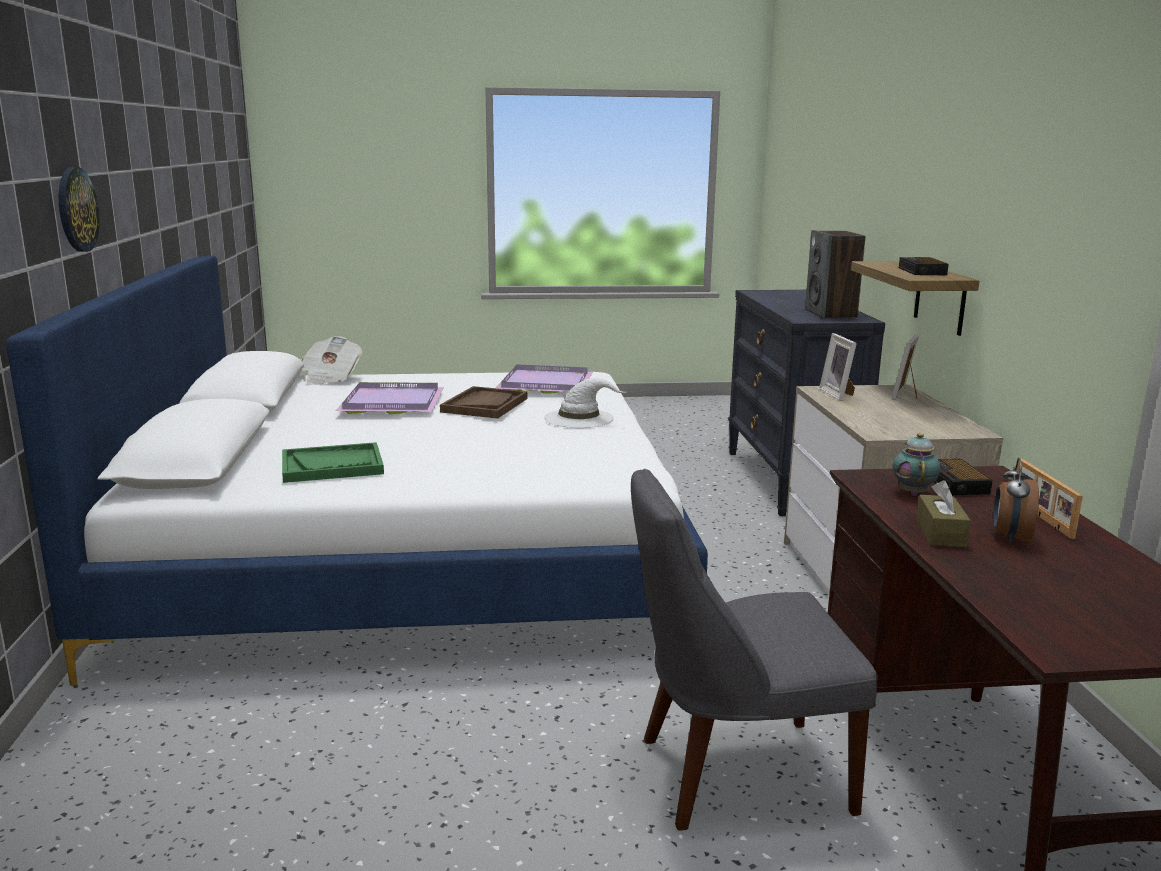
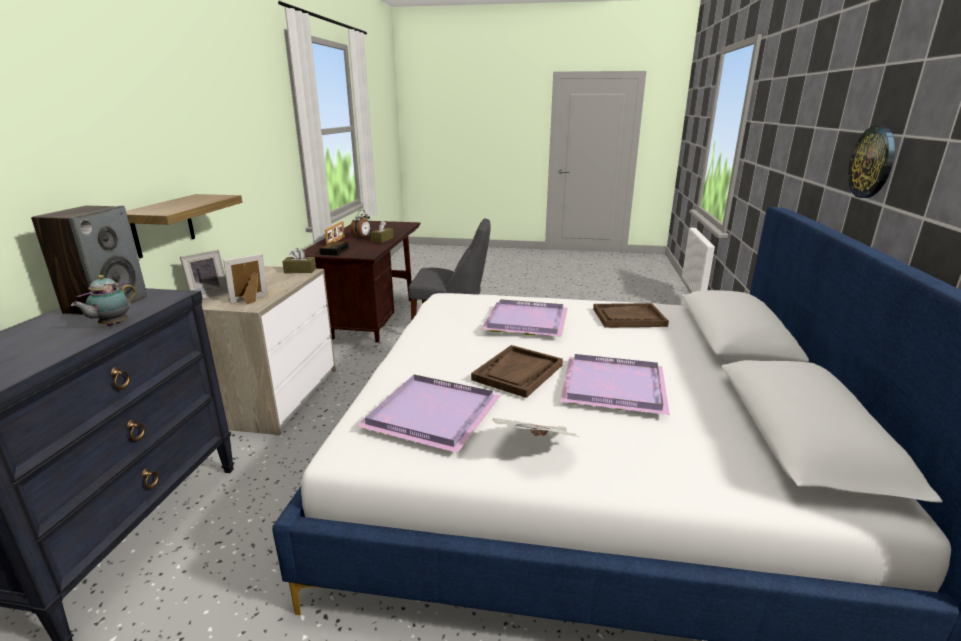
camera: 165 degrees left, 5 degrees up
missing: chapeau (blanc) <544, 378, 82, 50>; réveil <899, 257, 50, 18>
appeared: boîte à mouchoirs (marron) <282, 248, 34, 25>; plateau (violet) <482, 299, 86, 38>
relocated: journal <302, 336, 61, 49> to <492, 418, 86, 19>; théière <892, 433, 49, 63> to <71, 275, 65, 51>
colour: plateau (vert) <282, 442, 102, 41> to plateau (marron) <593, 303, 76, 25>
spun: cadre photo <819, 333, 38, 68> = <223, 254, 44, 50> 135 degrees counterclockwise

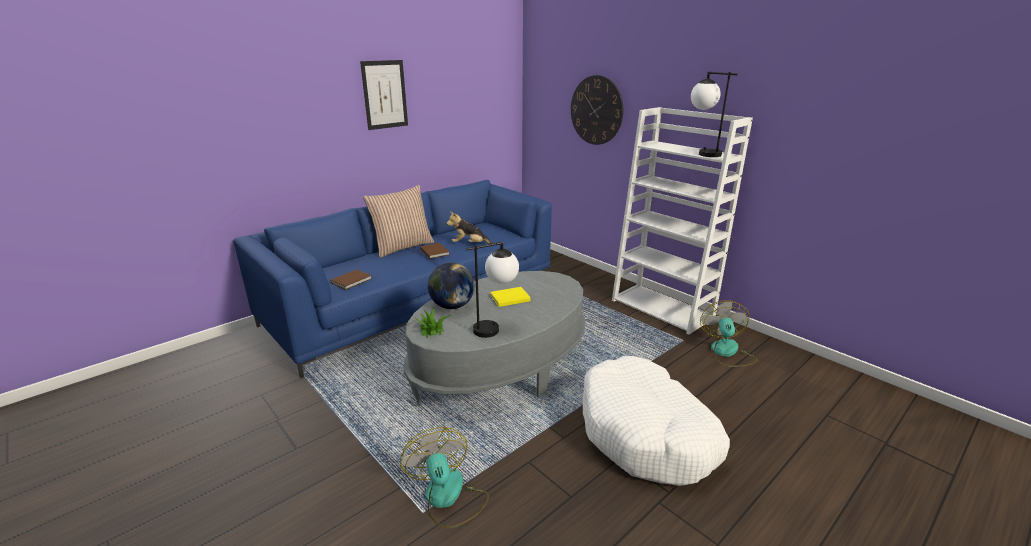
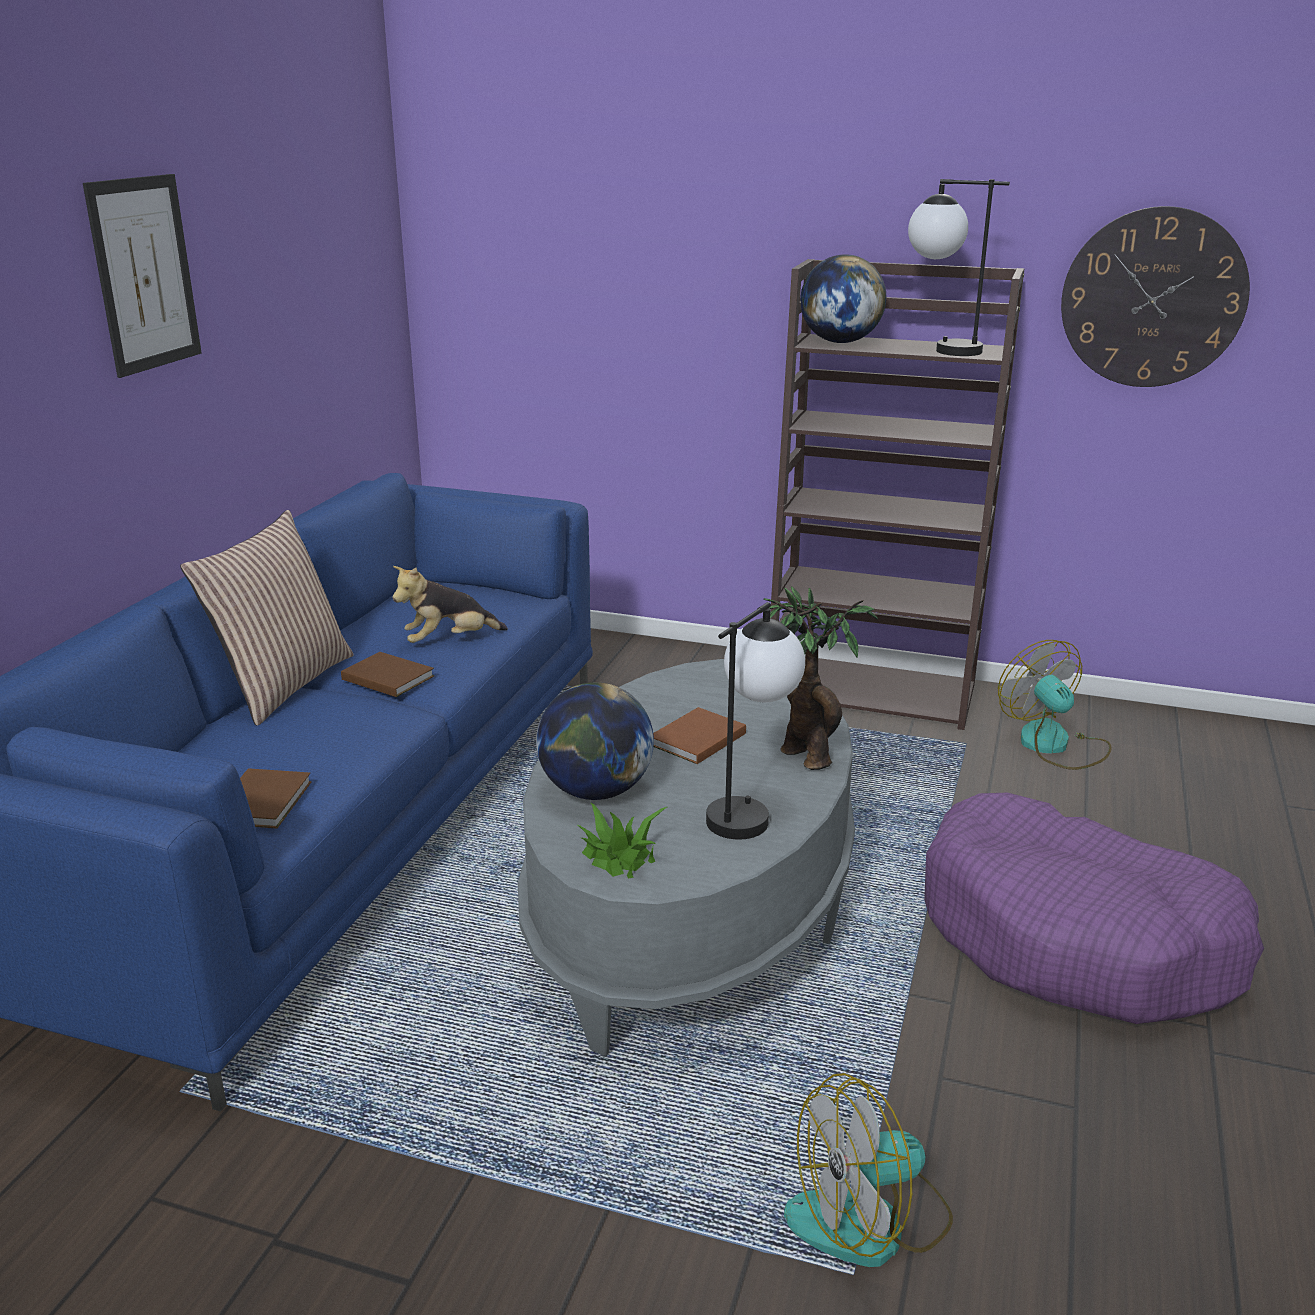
camera: 30 degrees left, 0 degrees up
appeared: plante en pot <763, 586, 115, 184>; globe <800, 254, 86, 89>
relocated: horloge murale <571, 75, 53, 70> to <1061, 206, 189, 181>
colour: livre (jaune) <490, 287, 41, 20> to livre (marron) <653, 707, 93, 57>; panier pour chien (blanc) <583, 356, 147, 130> to panier pour chien (violet) <924, 793, 340, 231>; bibliothèque (blanc) <612, 107, 141, 228> to bibliothèque (marron) <770, 259, 254, 471>
spun: ventilateur <400, 427, 89, 102> = <784, 1073, 169, 194> 60 degrees counterclockwise

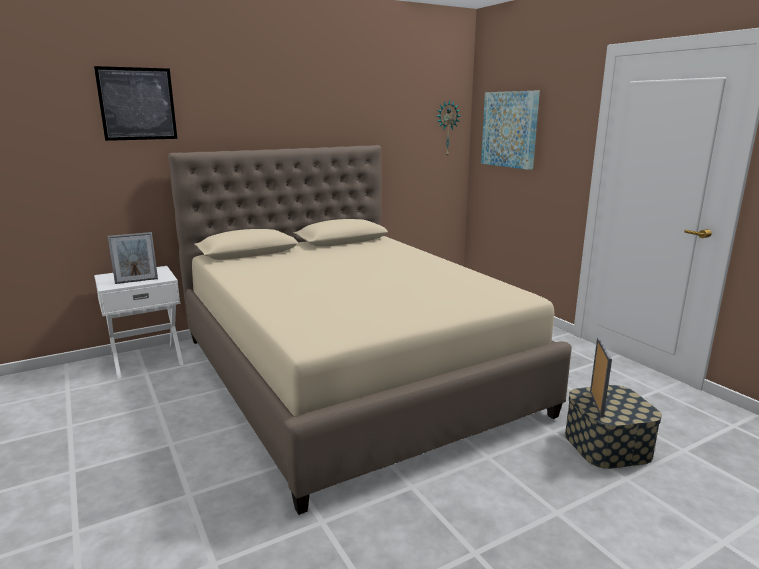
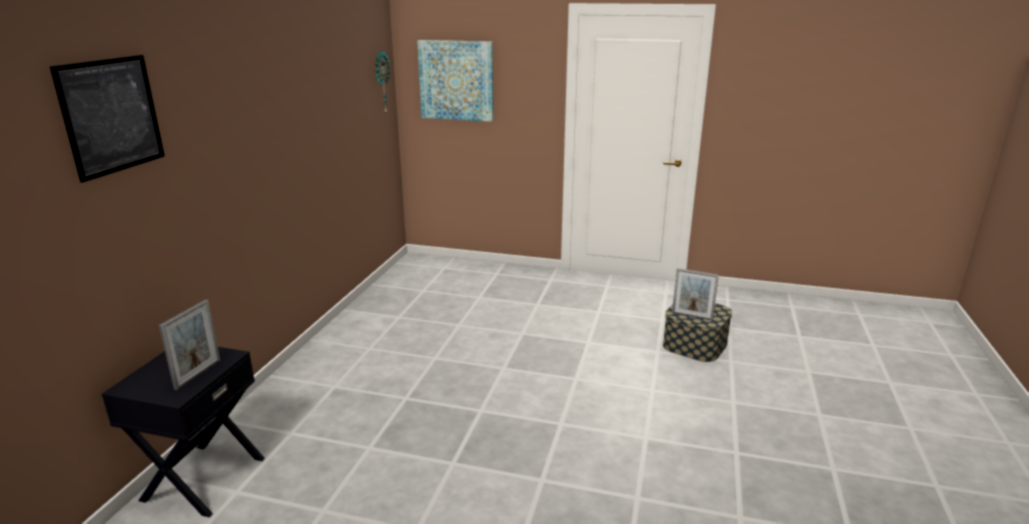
camera: 45 degrees left, 5 degrees up
missing: lit (beige) <168, 145, 404, 370>
colour: table de chevet (blanc) <94, 266, 90, 113> to table de chevet (noir) <102, 347, 163, 170>
spun: cadre photo <590, 337, 22, 80> = <672, 268, 47, 53> 150 degrees clockwise

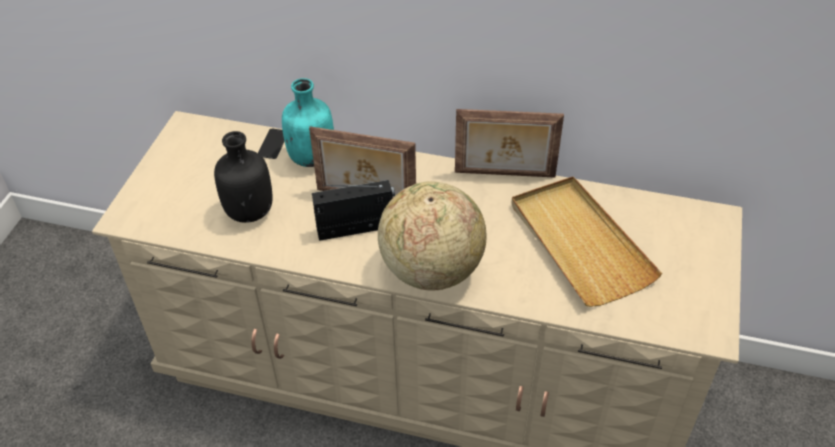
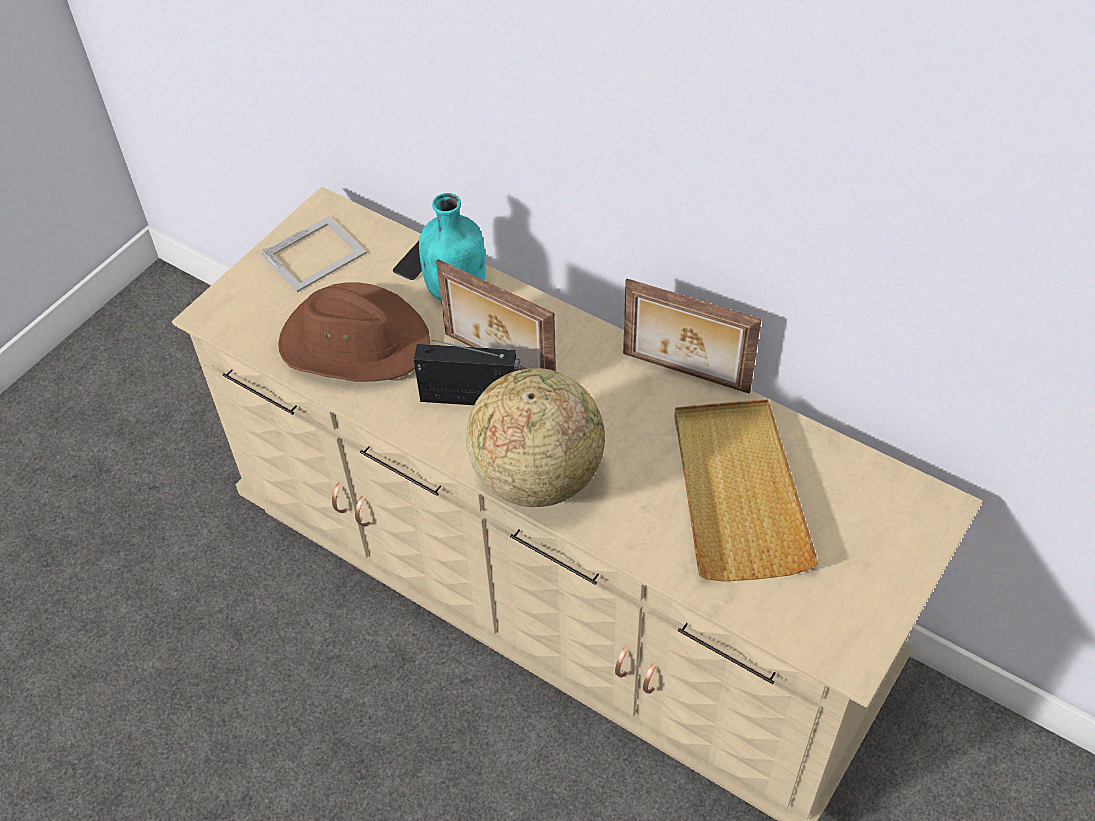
camera: 20 degrees right, 5 degrees up
appeared: cadre photo <261, 216, 106, 76>
exchanged: bouteille (noir) <214, 131, 59, 92> to chapeau (marron) <278, 283, 152, 99>

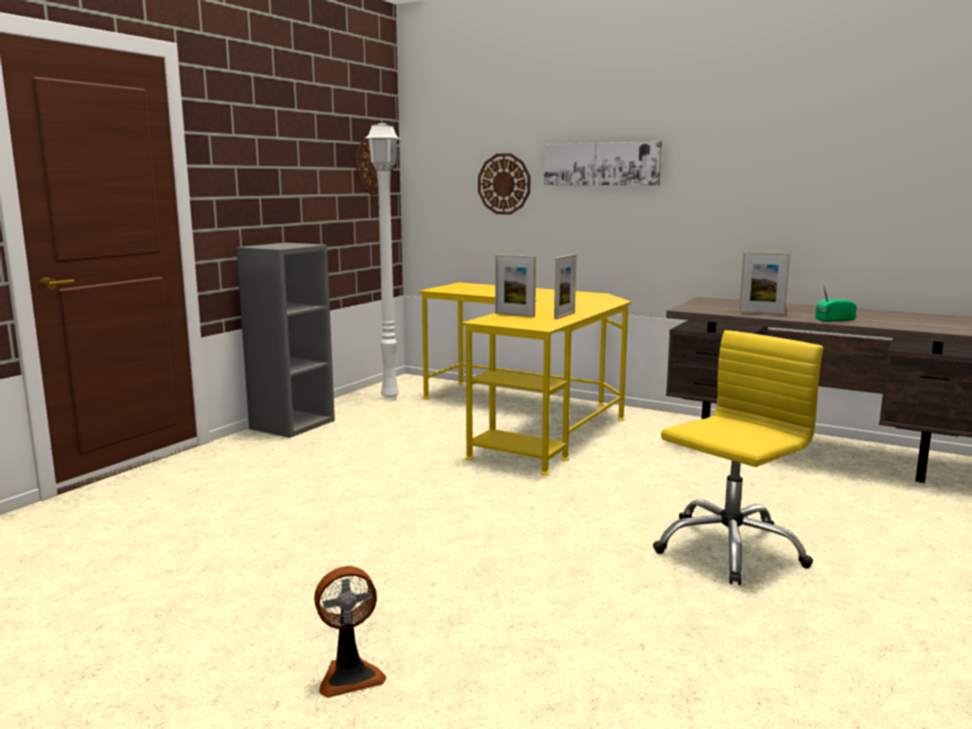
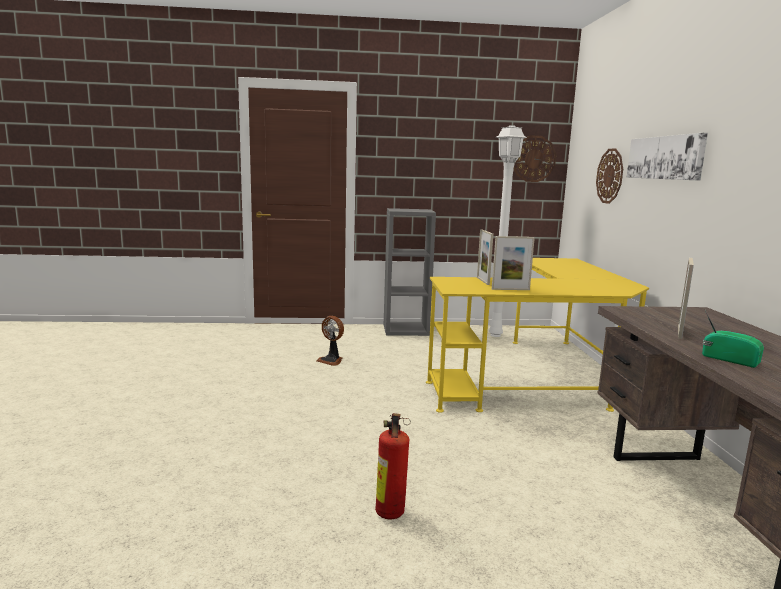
camera: 55 degrees right, 0 degrees up
relocated: ventilateur <314, 566, 72, 132> to <316, 316, 28, 50>
exchanged: chaise de bureau (jaune) <653, 330, 170, 255> to extincteur <375, 413, 36, 106>
spun: cadre photo <739, 252, 51, 62> = <678, 258, 16, 81> 135 degrees counterclockwise

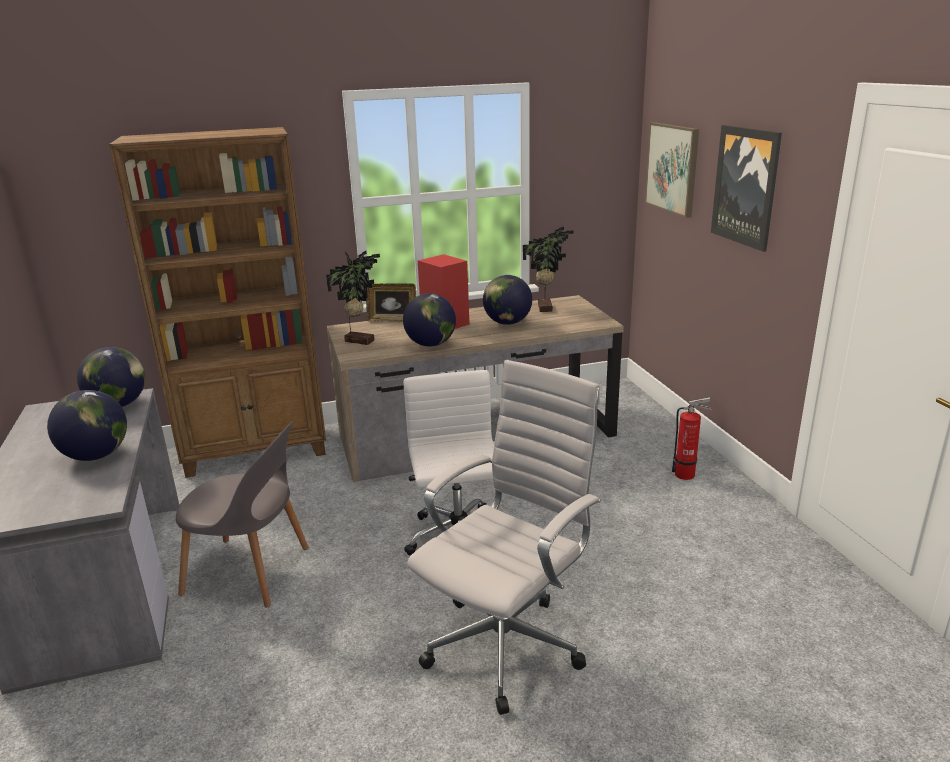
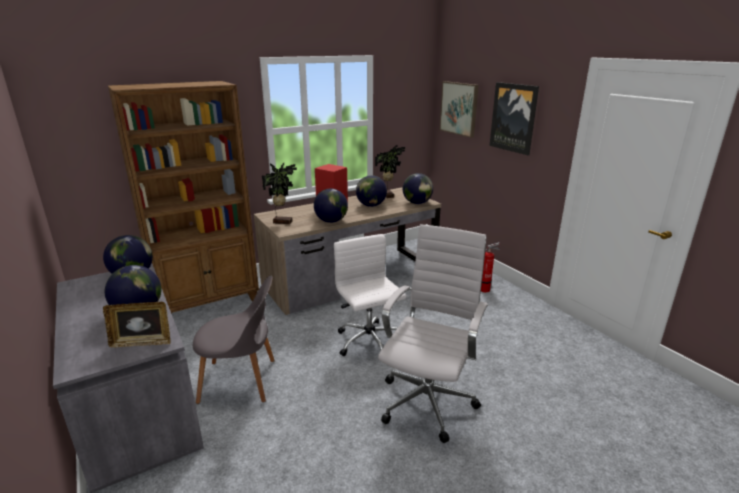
camera: 15 degrees left, 0 degrees up
appeared: globe <403, 173, 30, 31>
relocated: cadre photo <366, 283, 50, 40> to <103, 302, 67, 46>

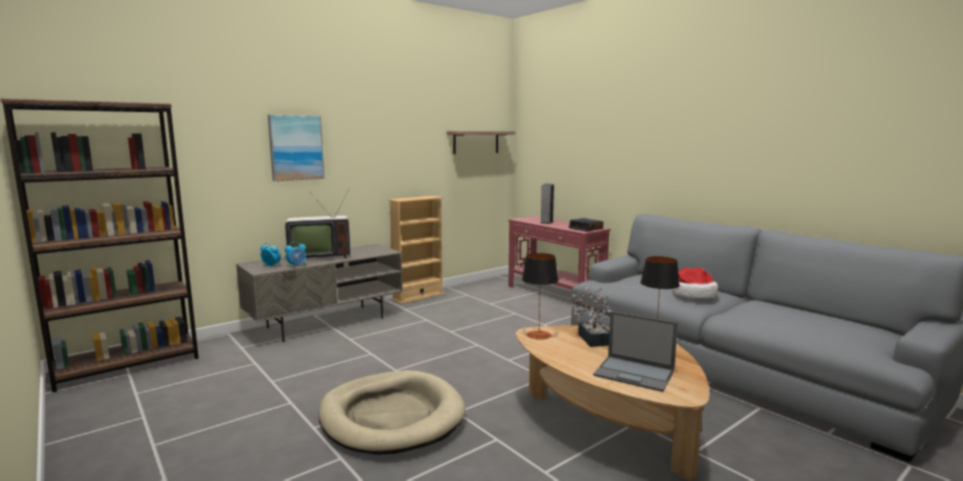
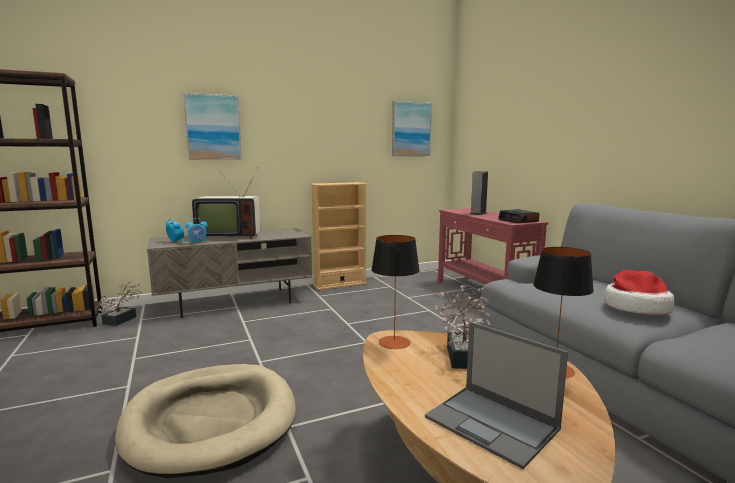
camera: 15 degrees right, 0 degrees up
appeared: plante en pot <98, 281, 44, 45>
exchanged: étagère <446, 131, 69, 23> to tableau <392, 101, 40, 55>

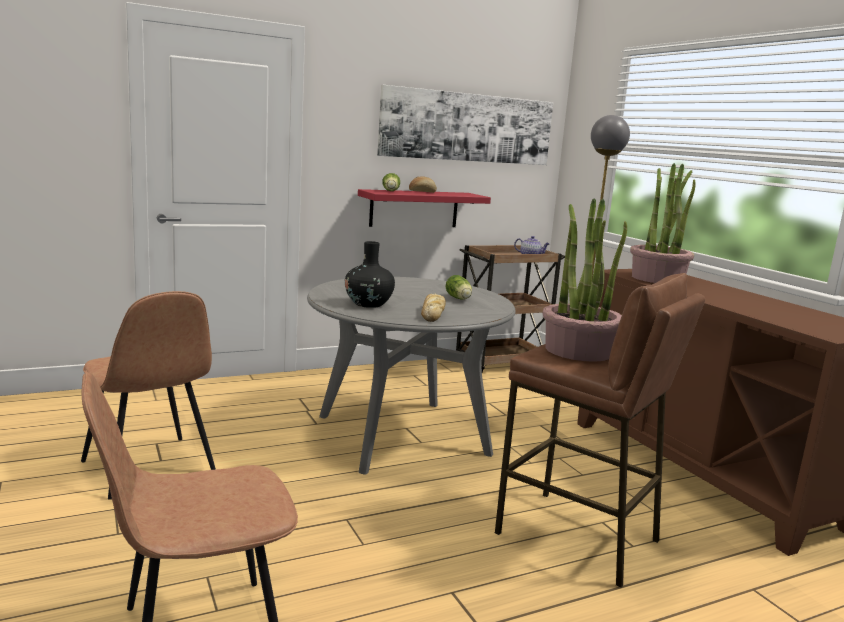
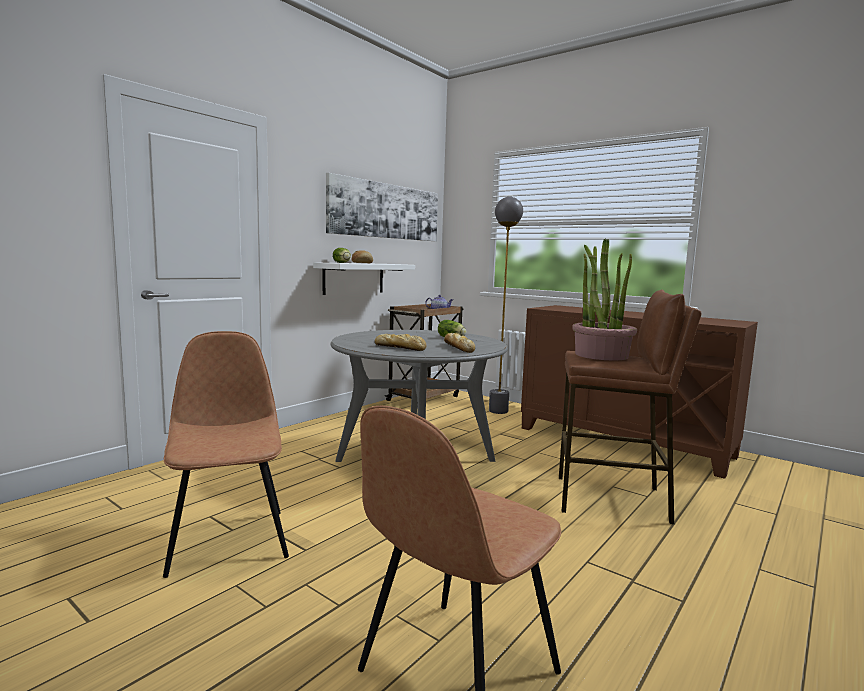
camera: 25 degrees left, 5 degrees down
missing: plante en pot <630, 163, 66, 120>
exchanged: vase (noir) <345, 241, 50, 67> to pain <375, 334, 52, 17>
colour: étagère (rouge) <358, 189, 133, 38> to étagère (blanc) <313, 262, 102, 33>
spun: chaise (marron) <81, 291, 135, 209> = <163, 331, 126, 247> 135 degrees counterclockwise

